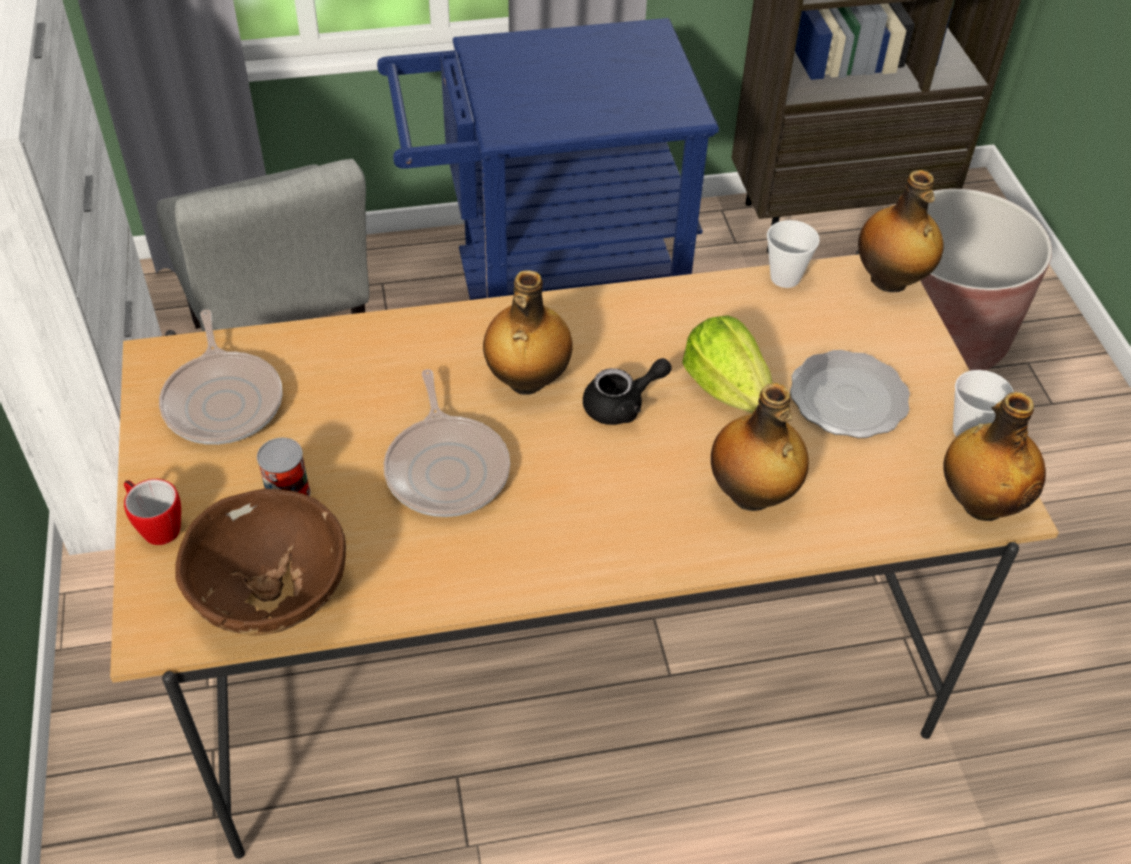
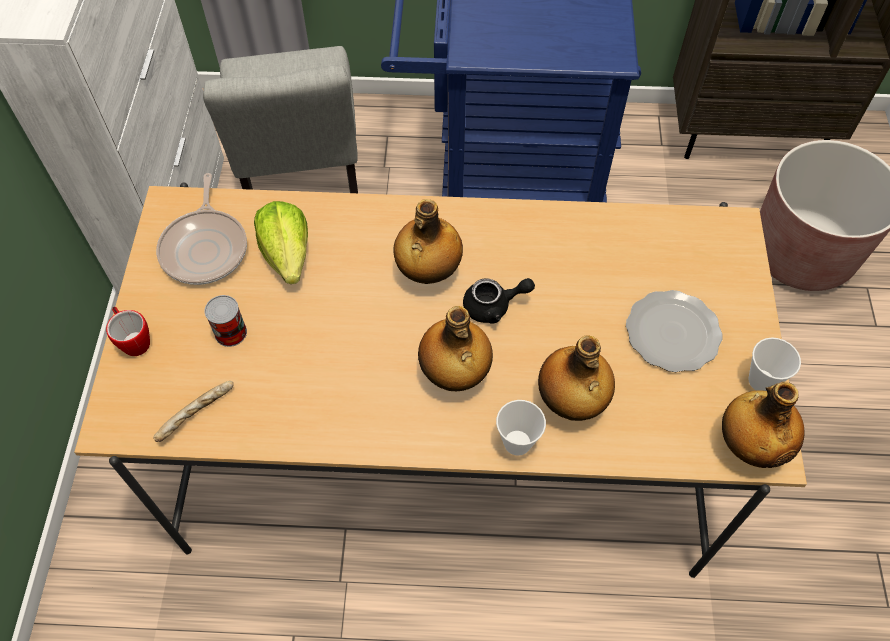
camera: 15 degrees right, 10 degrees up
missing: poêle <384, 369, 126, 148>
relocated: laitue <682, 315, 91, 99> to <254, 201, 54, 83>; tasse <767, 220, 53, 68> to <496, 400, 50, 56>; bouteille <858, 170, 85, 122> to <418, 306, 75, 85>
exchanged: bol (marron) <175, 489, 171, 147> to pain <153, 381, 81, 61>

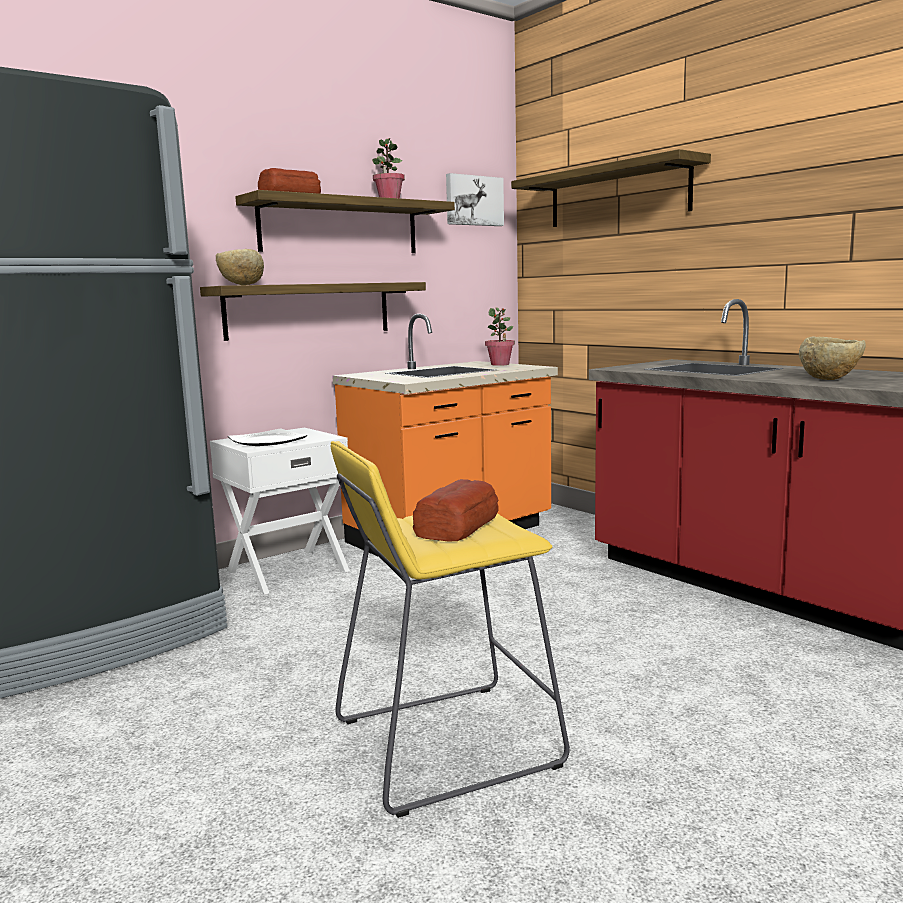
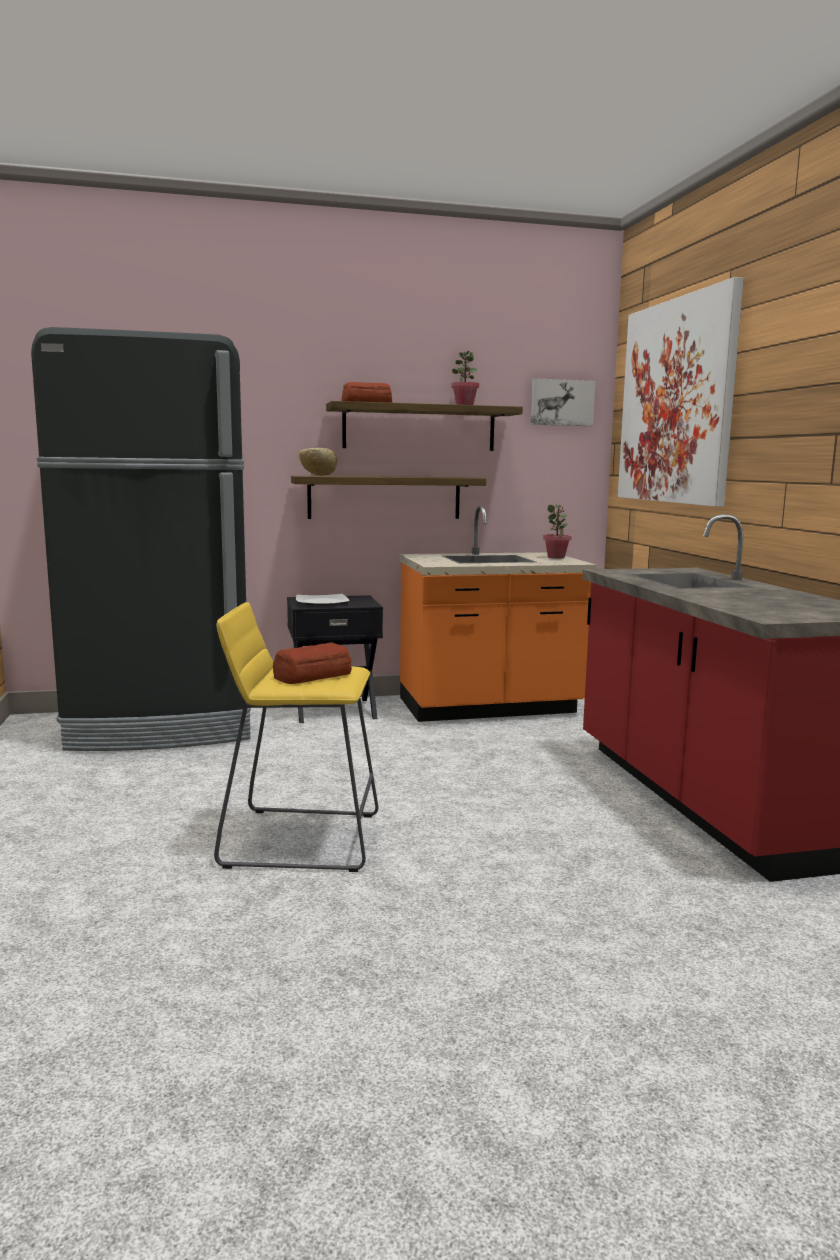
camera: 25 degrees right, 0 degrees up
missing: bol (beige) <799, 336, 67, 44>
exchanged: étagère <511, 149, 200, 78> to tableau <618, 277, 126, 230>
colour: table de chevet (blanc) <210, 428, 140, 166> to table de chevet (noir) <287, 595, 96, 128>

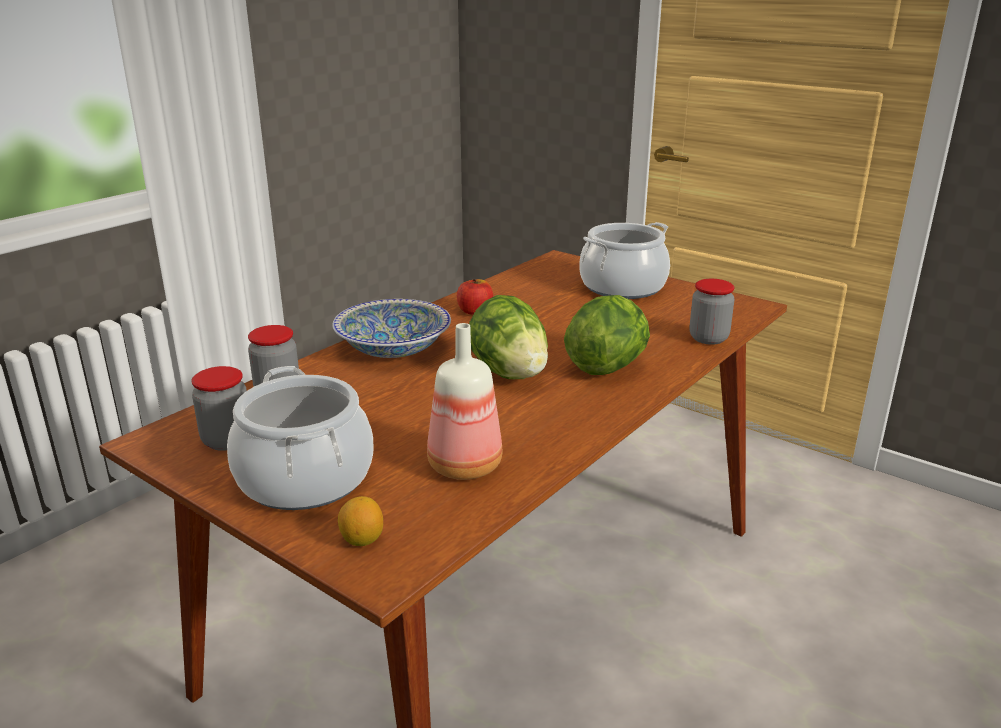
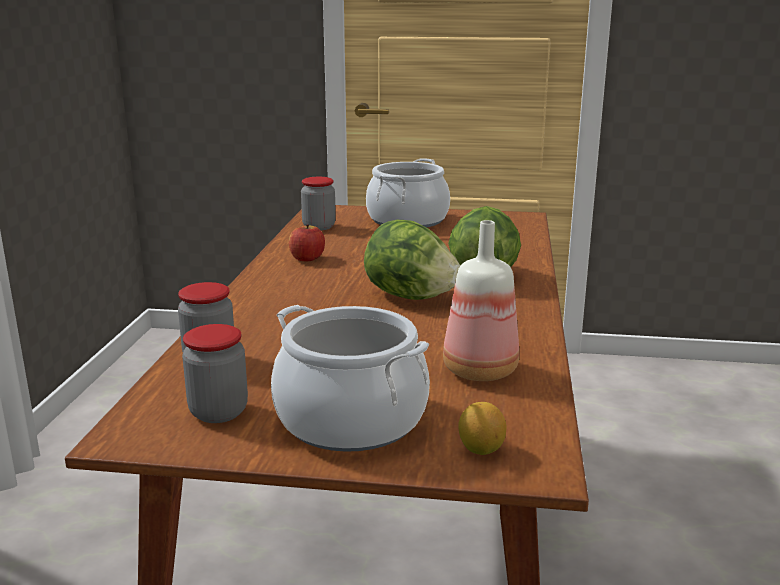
camera: 30 degrees left, 5 degrees down
missing: bol <332, 299, 119, 59>
relocated: bocal <690, 279, 45, 66> to <301, 177, 35, 53>

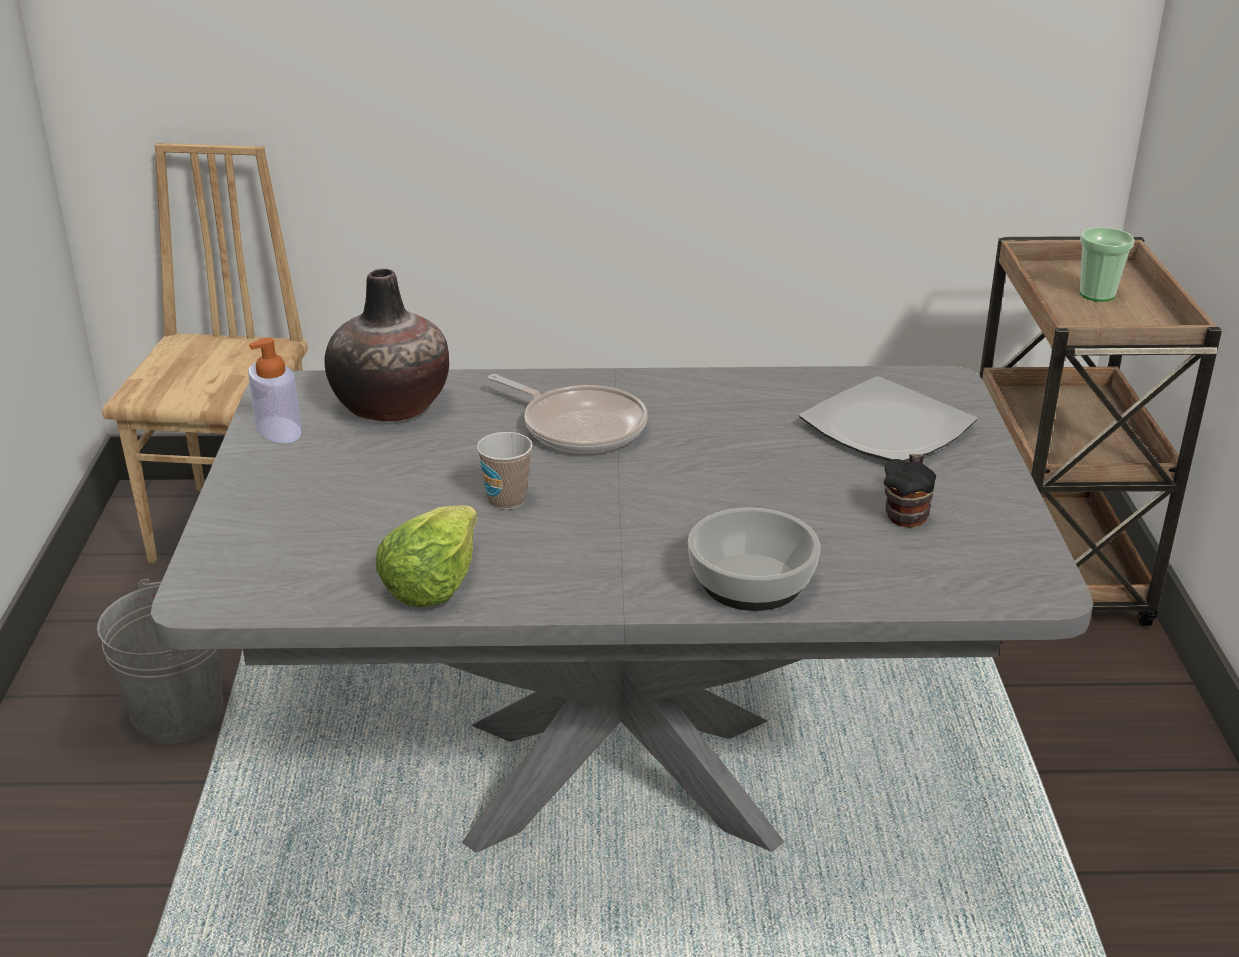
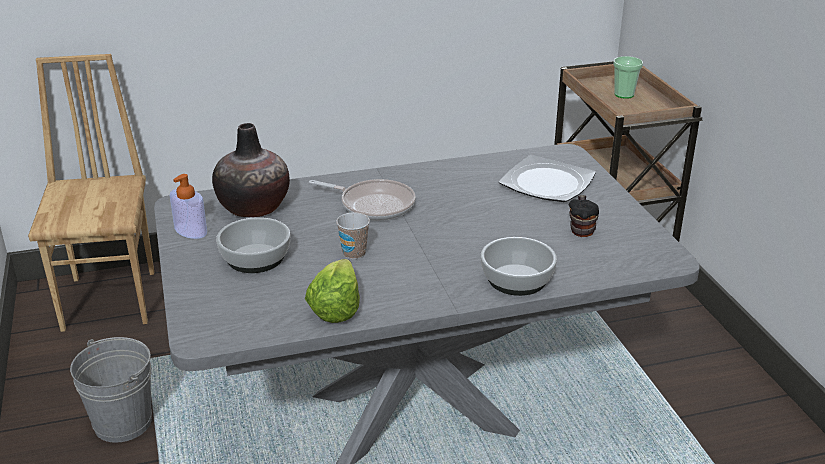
camera: 15 degrees left, 0 degrees up
appeared: bol <216, 217, 74, 56>

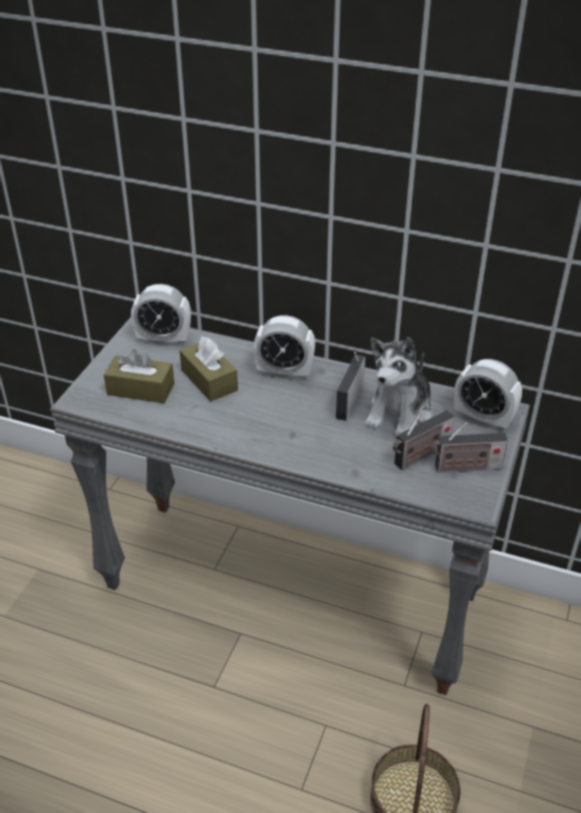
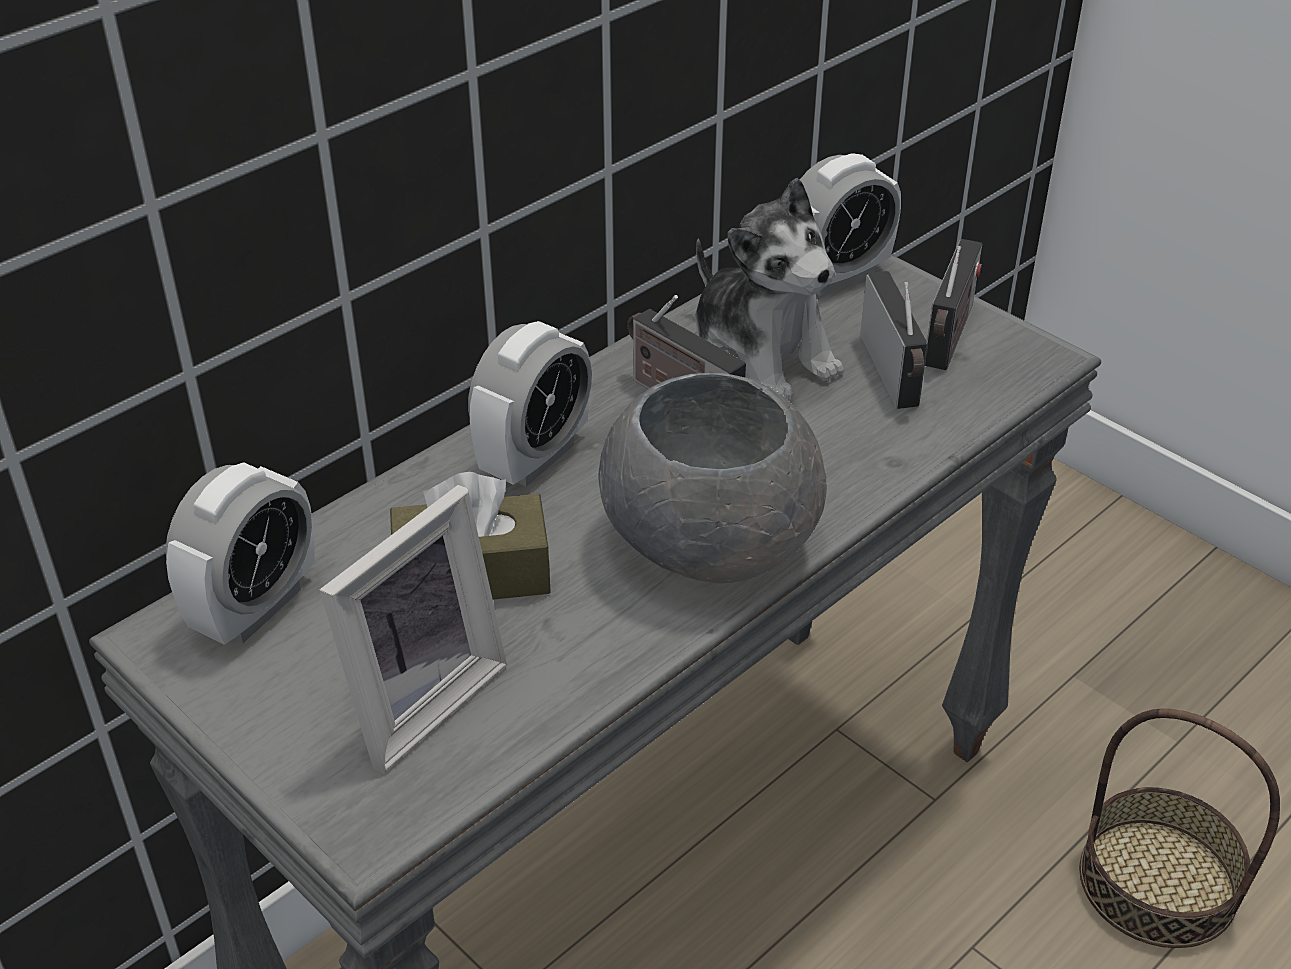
camera: 65 degrees left, 0 degrees up
appeared: bol (gris) <598, 373, 229, 210>
exchanged: boîte à mouchoirs (marron) <104, 349, 71, 54> to cadre photo <320, 485, 187, 288>

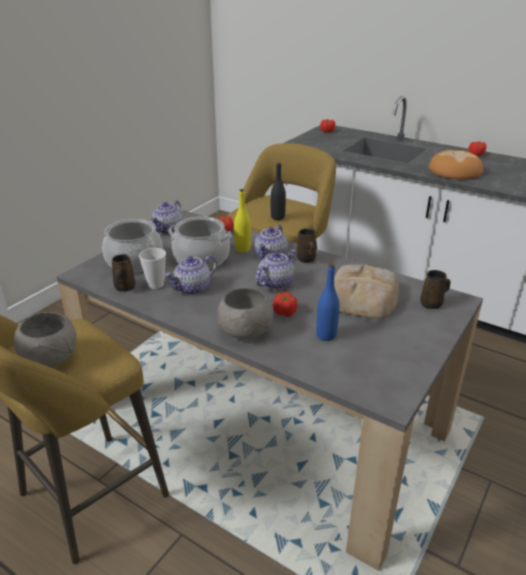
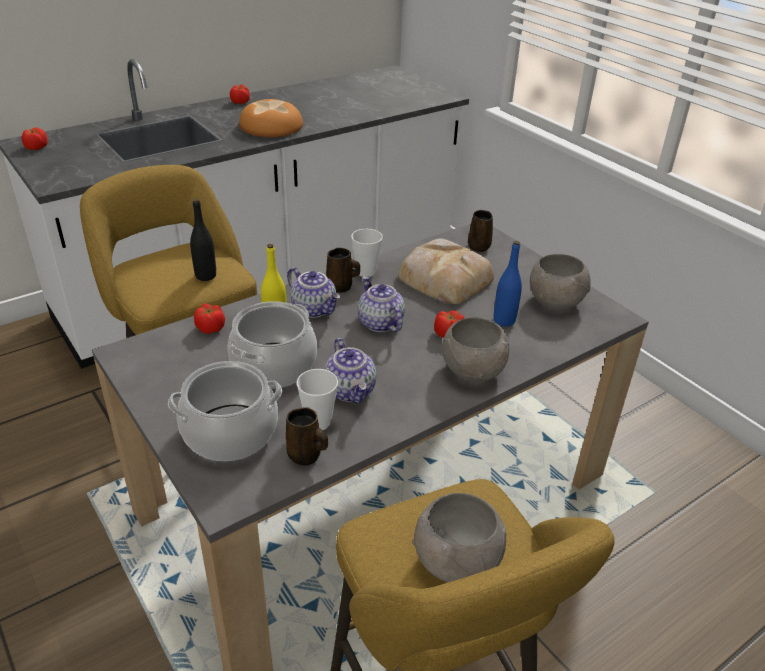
camera: 70 degrees left, 5 degrees up
missing: théière <151, 200, 31, 34>
appeared: tasse <351, 229, 32, 48>; bol (gris) <530, 254, 61, 55>

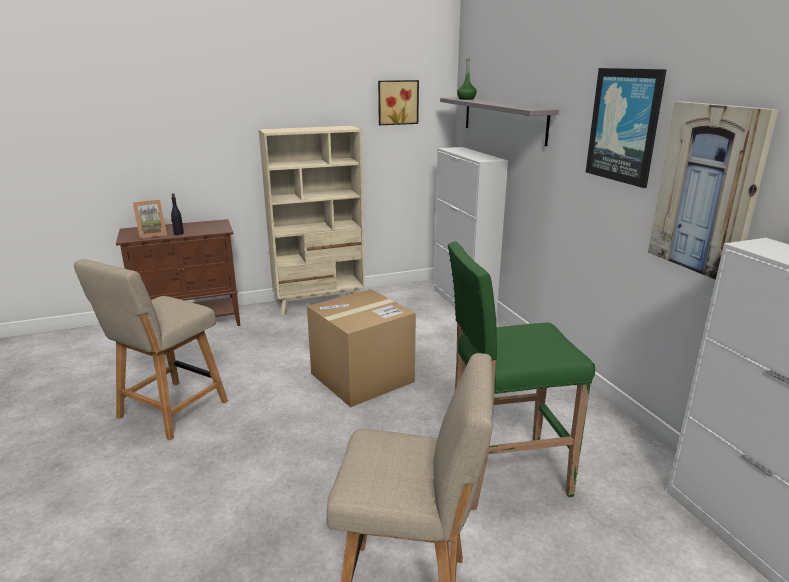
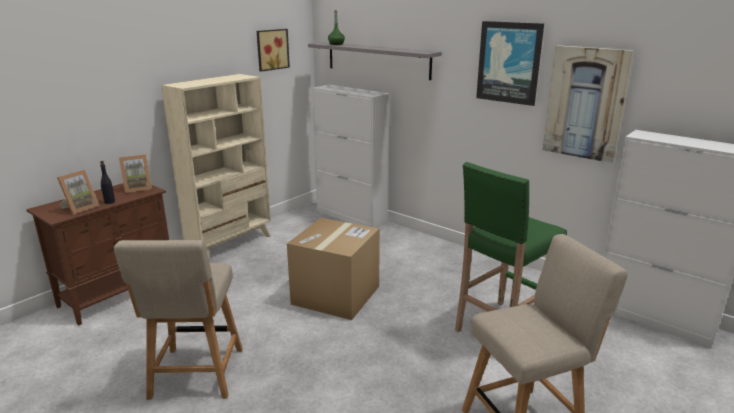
camera: 30 degrees left, 0 degrees up
appeared: cadre photo <119, 154, 33, 39>

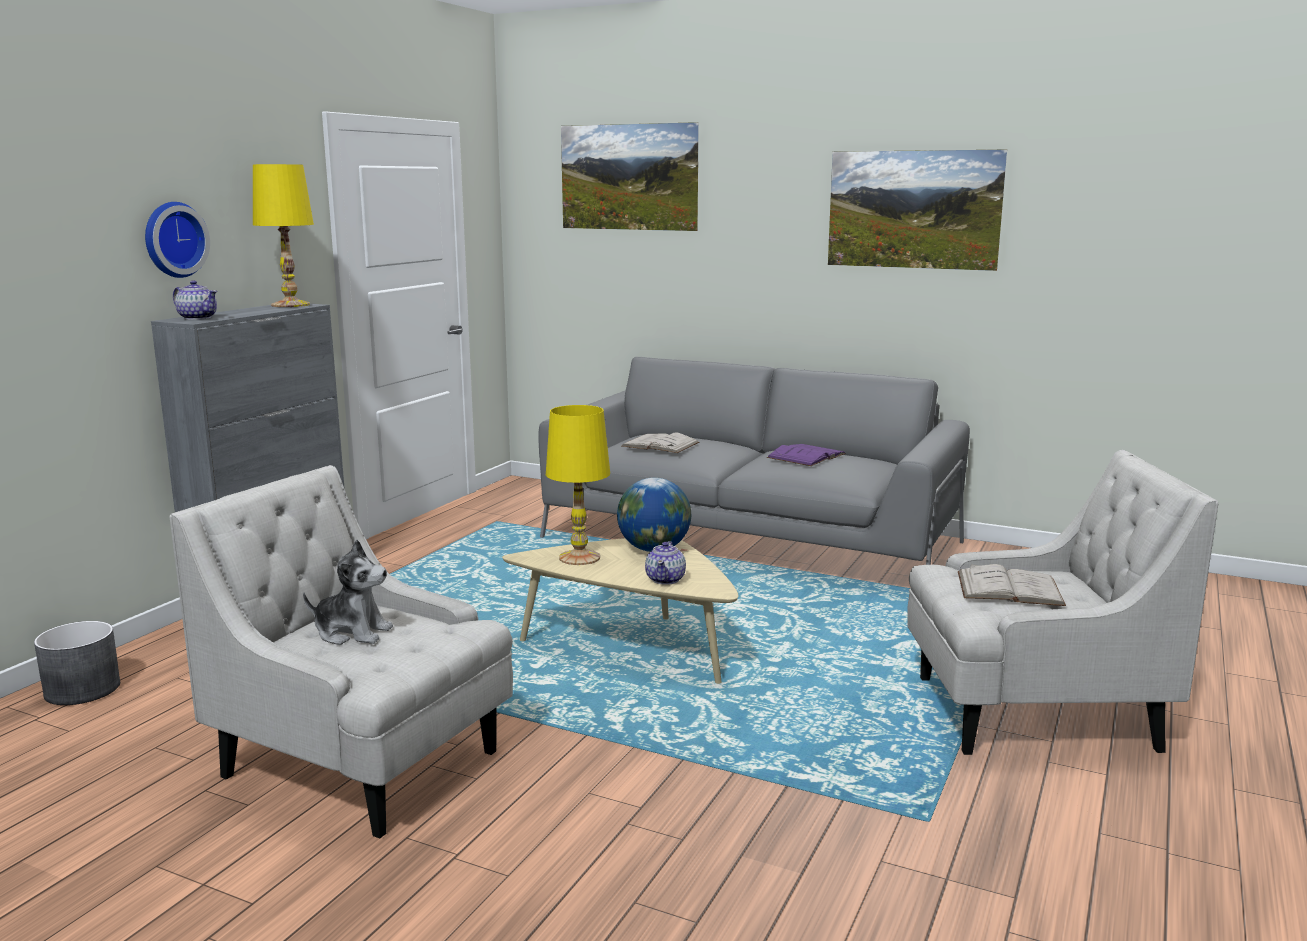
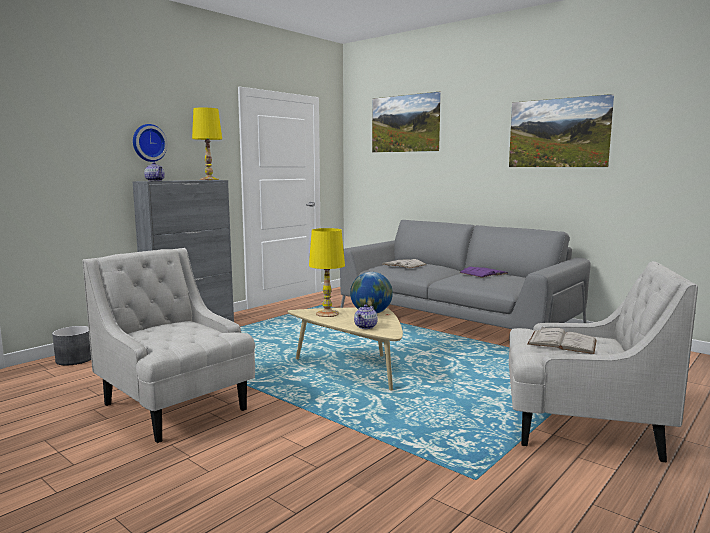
camera: 15 degrees right, 5 degrees down
missing: peluche <303, 540, 90, 105>

